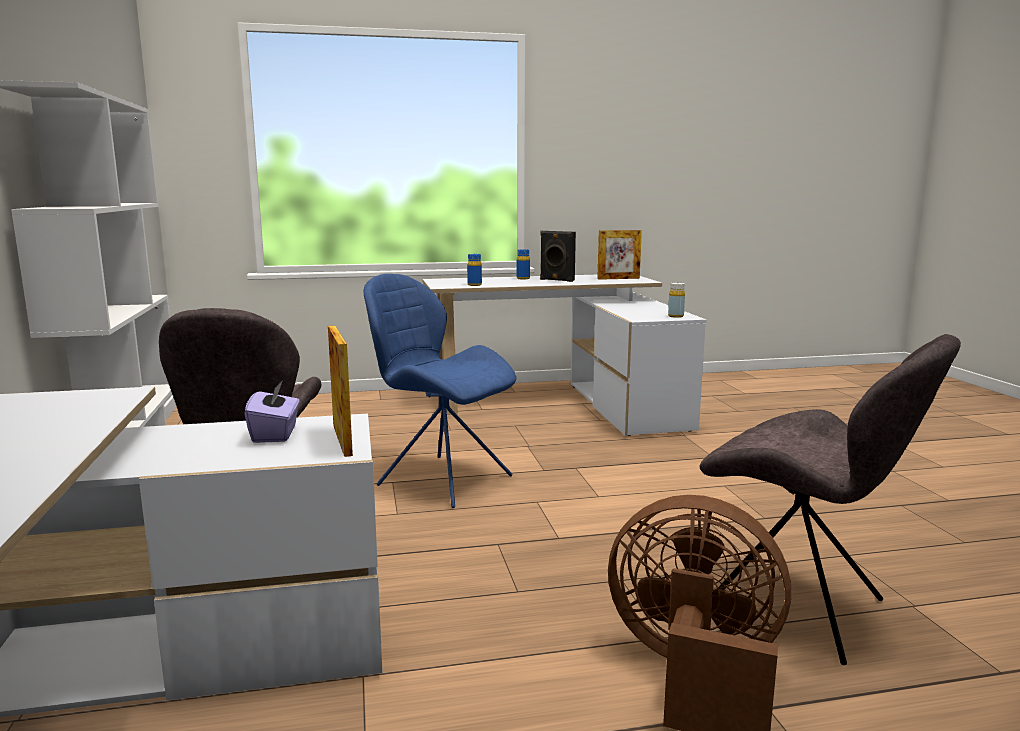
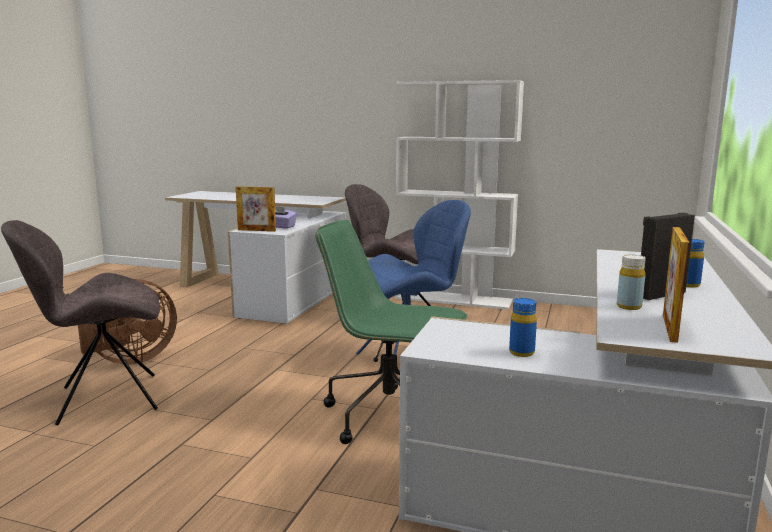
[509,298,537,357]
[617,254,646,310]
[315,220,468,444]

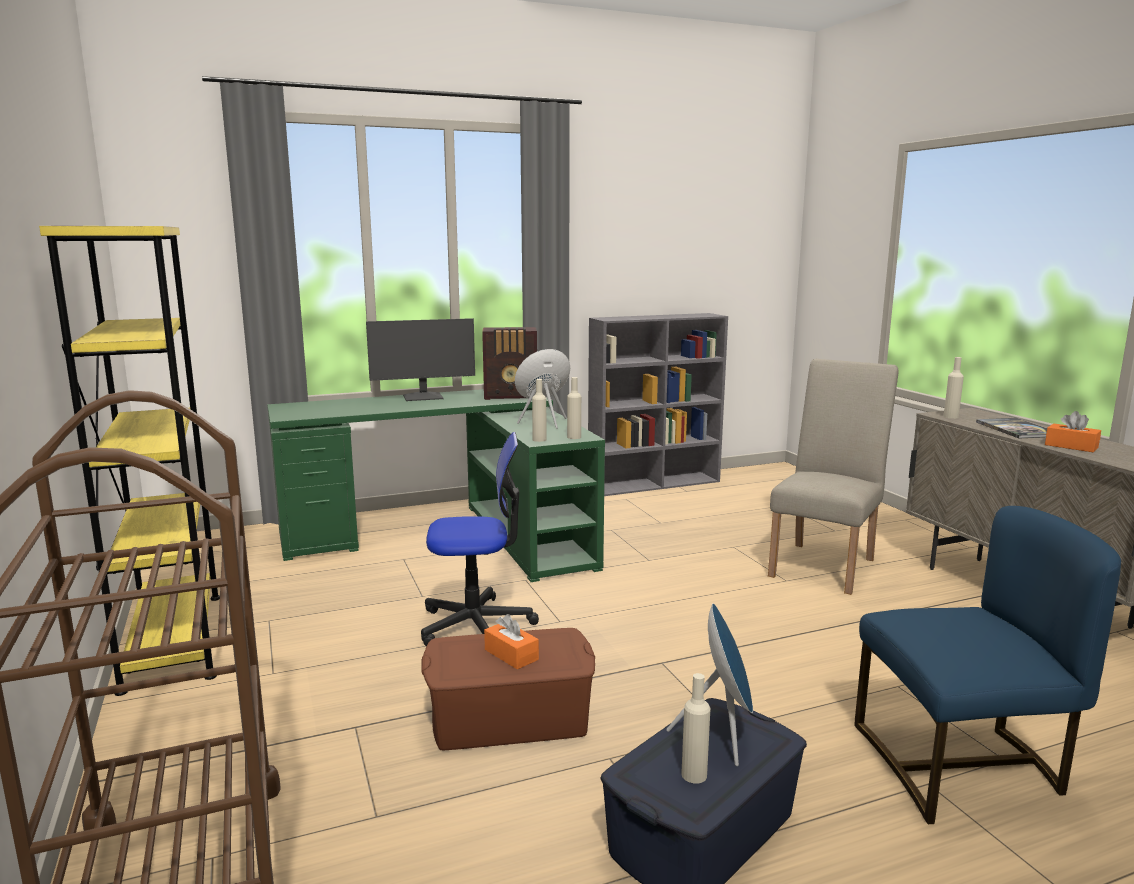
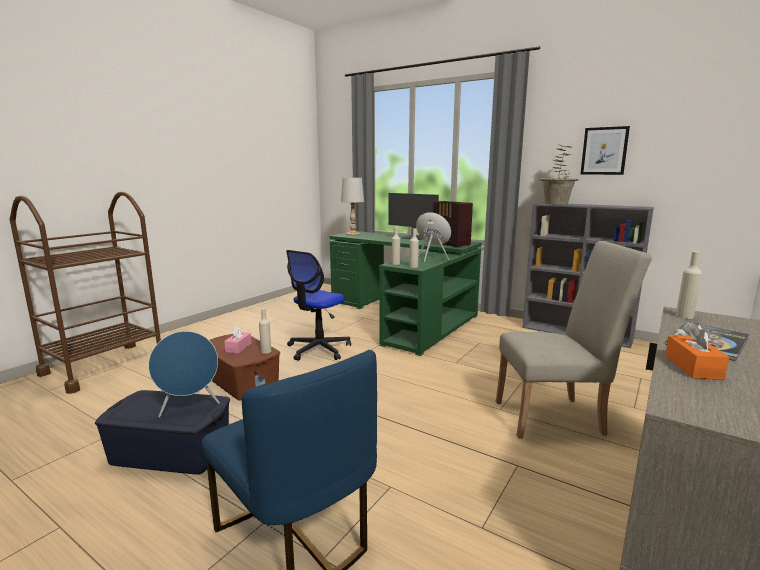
[39,226,220,696] (first image)
[286,250,351,361]
[224,326,252,353]
[259,308,271,354]
[341,177,364,235]
[539,144,579,205]
[581,126,630,175]

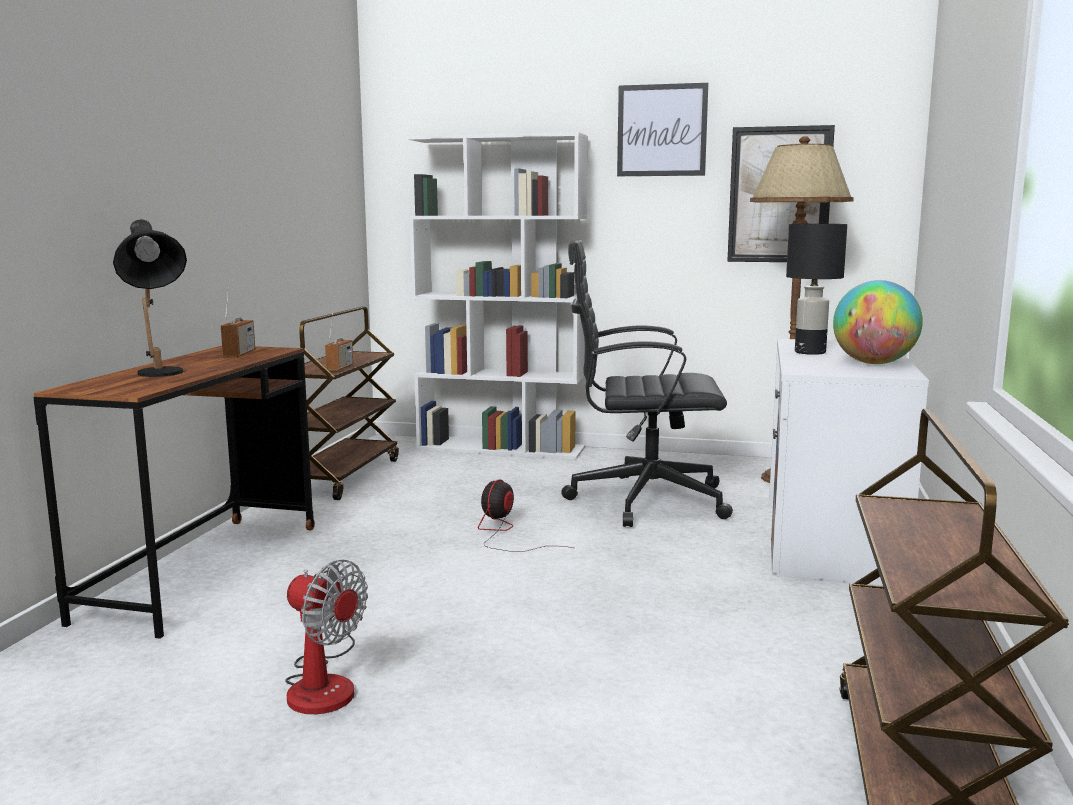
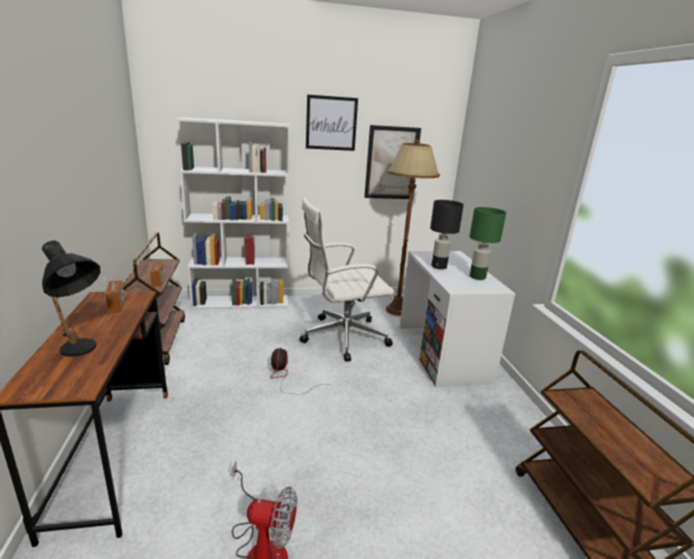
[300,198,394,362]
[469,207,506,280]

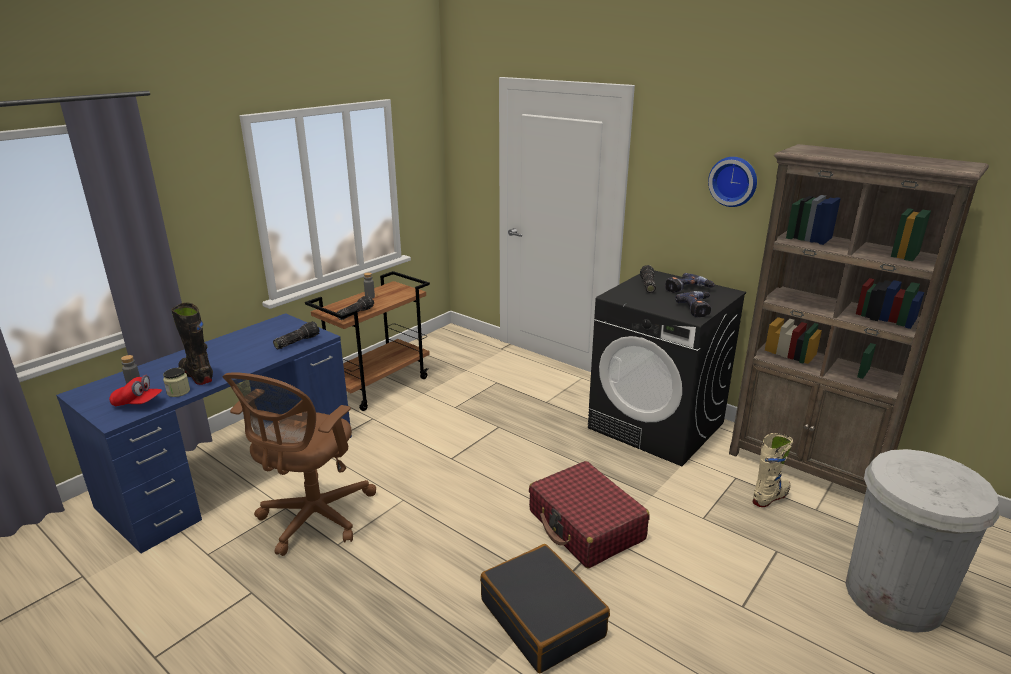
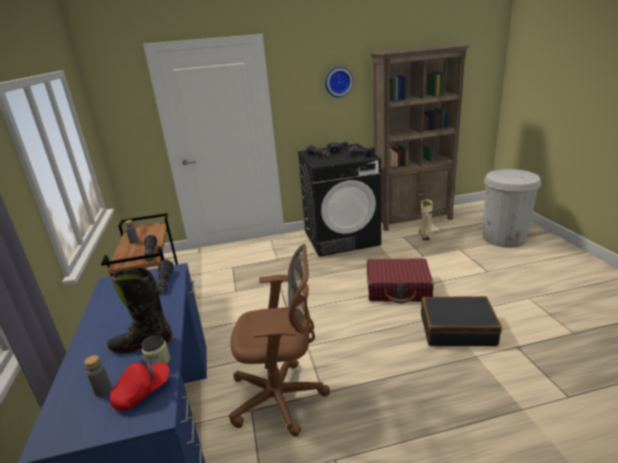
[229,244,330,437]

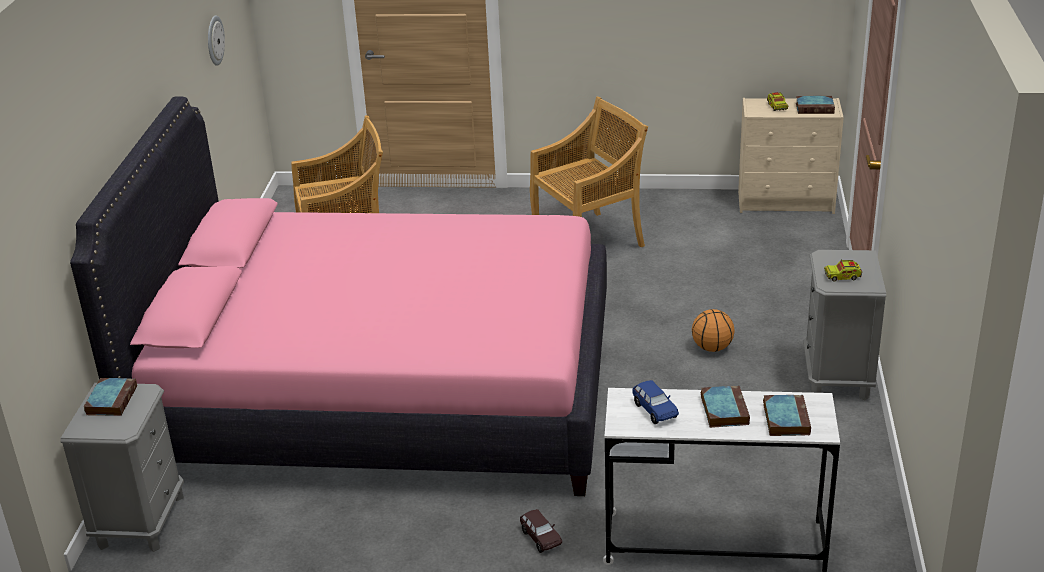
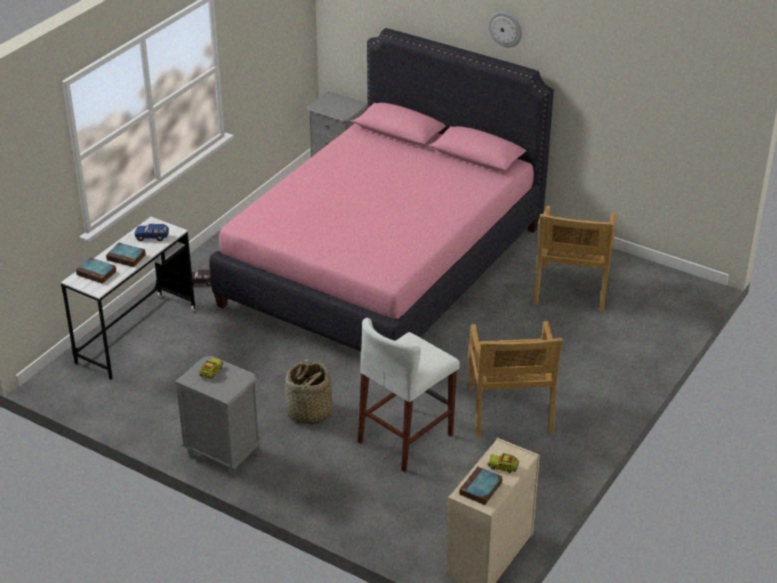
[84,378,137,416] (first image)
[488,12,522,47]
[285,359,333,425]
[358,318,460,472]

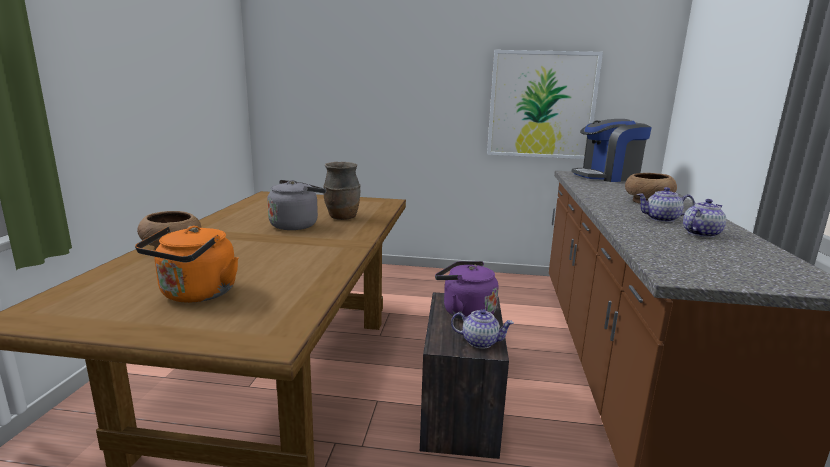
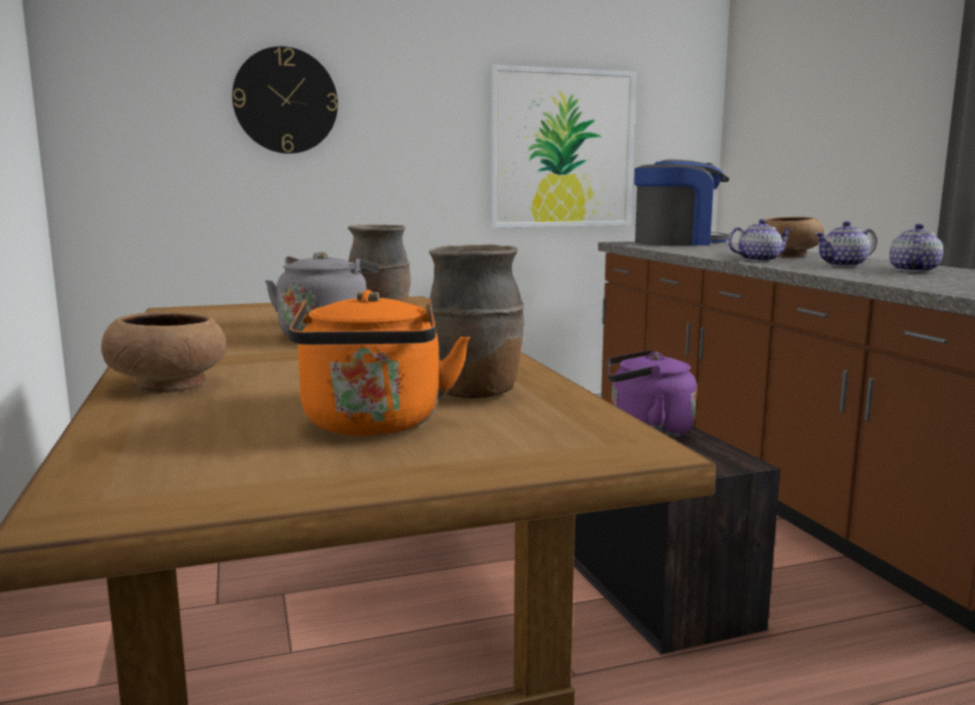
[728,219,793,262]
[634,159,730,246]
[232,46,338,154]
[425,244,524,398]

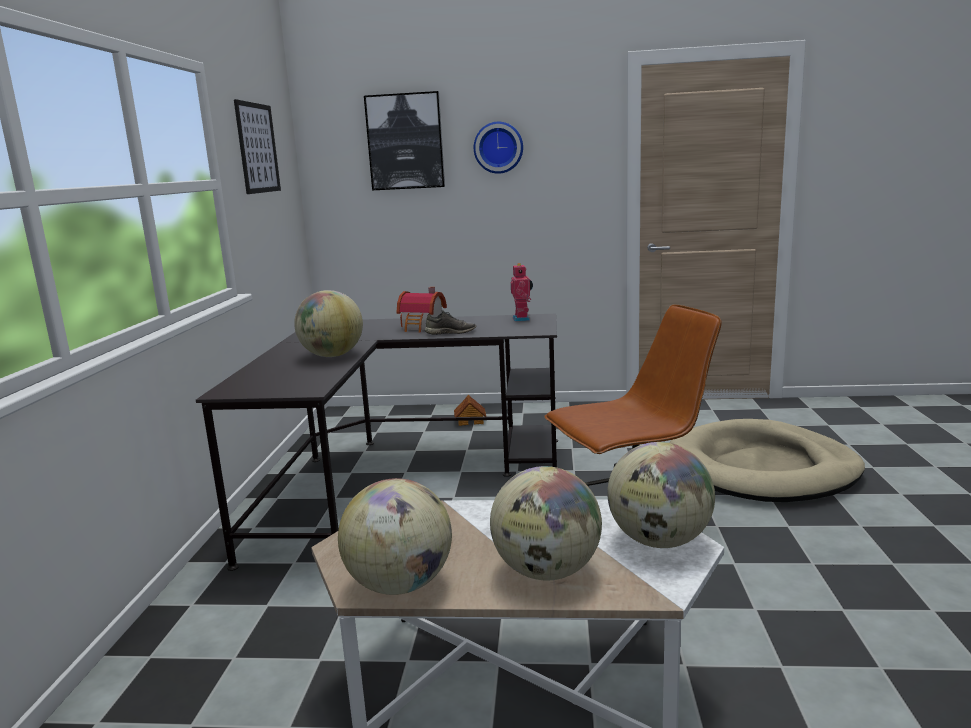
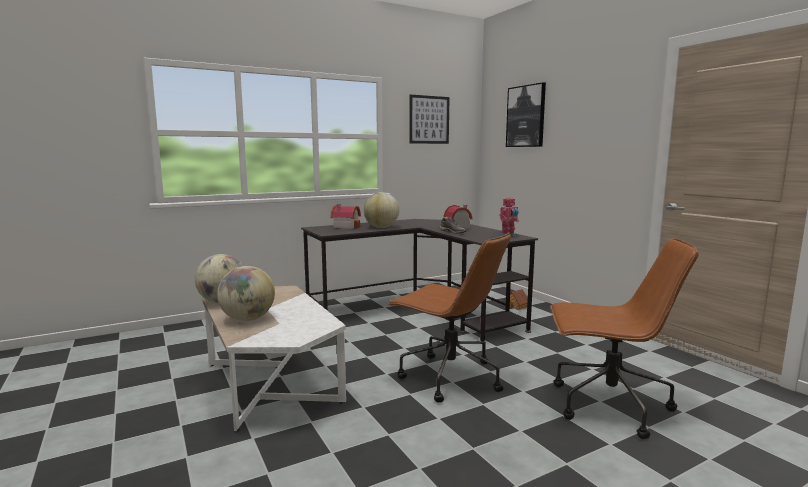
[474,122,523,174] (first image)
[607,442,715,548] (first image)
[550,238,699,439]
[330,204,361,229]

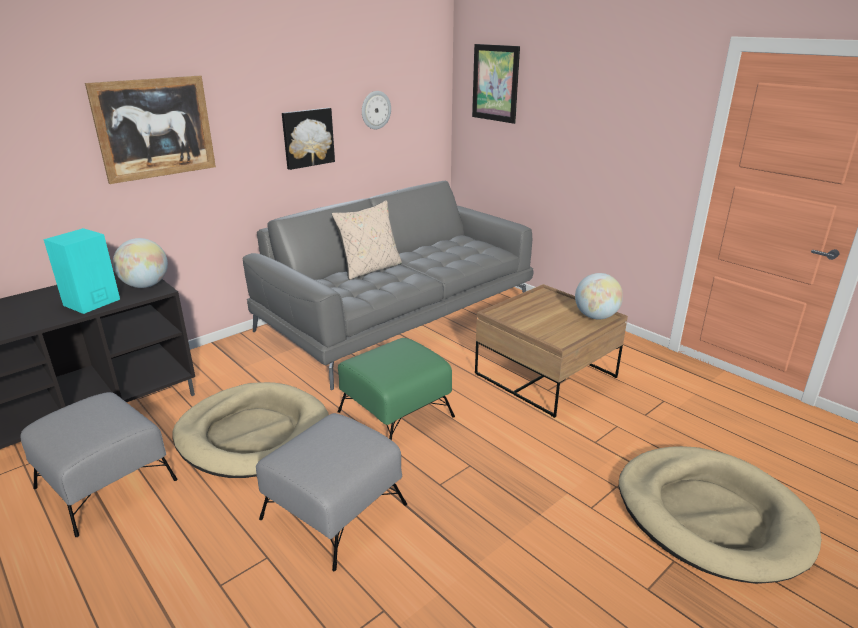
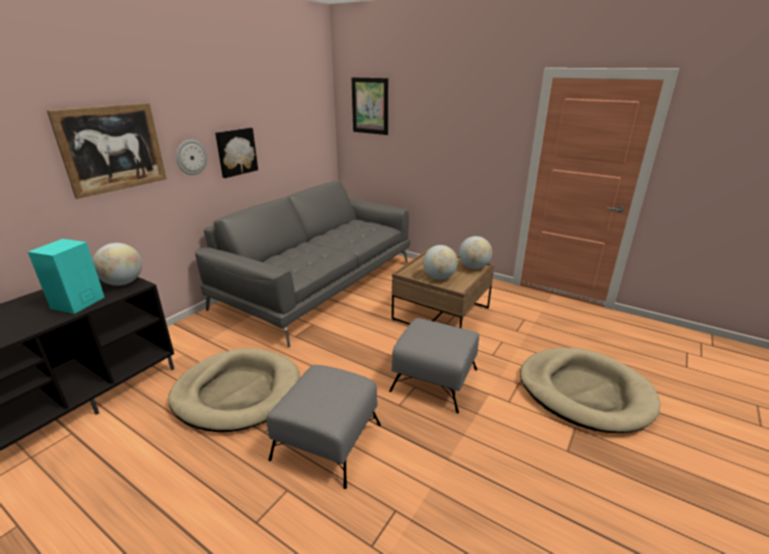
[389,318,479,414]
[332,200,402,280] (first image)
[338,338,455,440] (first image)
[176,140,207,175]
[423,245,458,280]

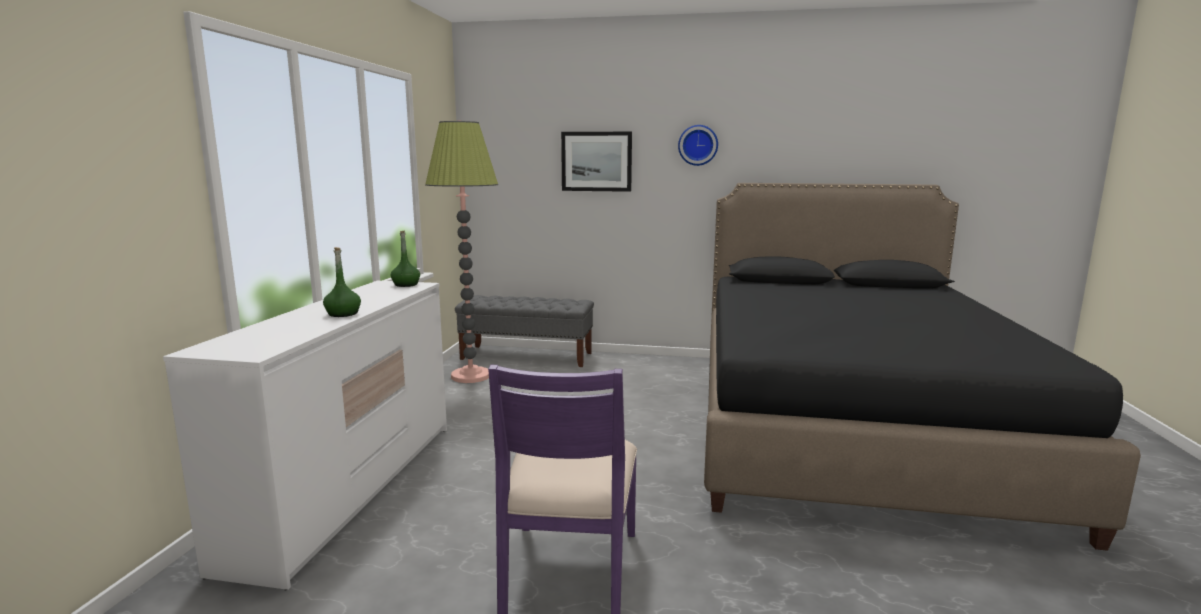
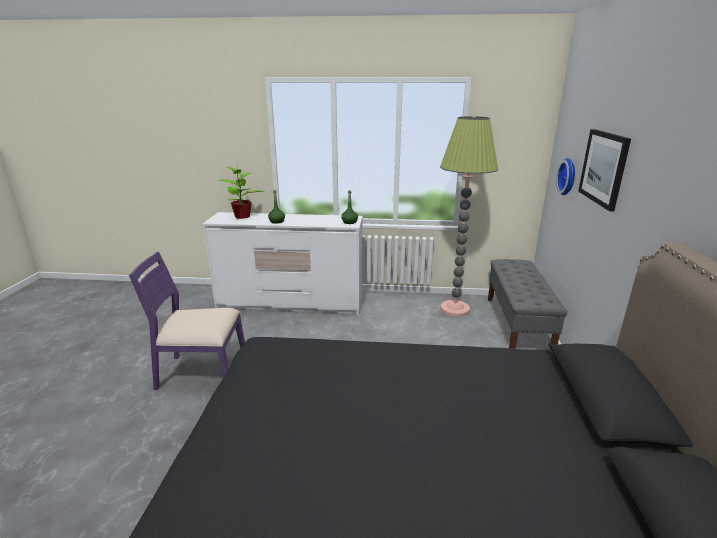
[556,158,575,195]
[219,167,265,219]

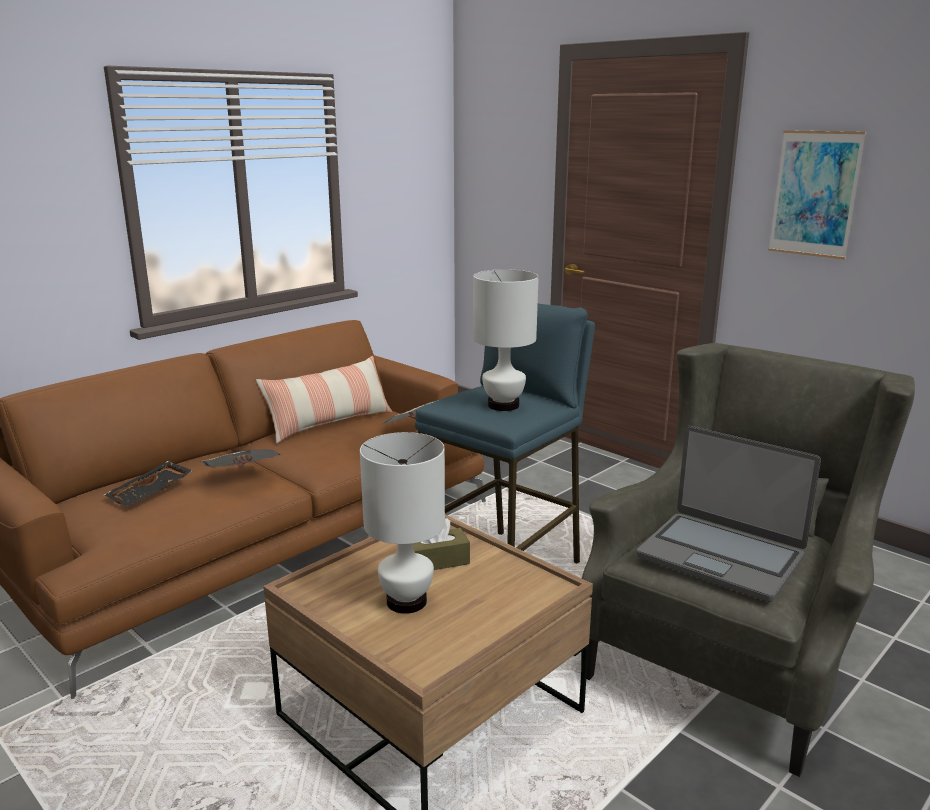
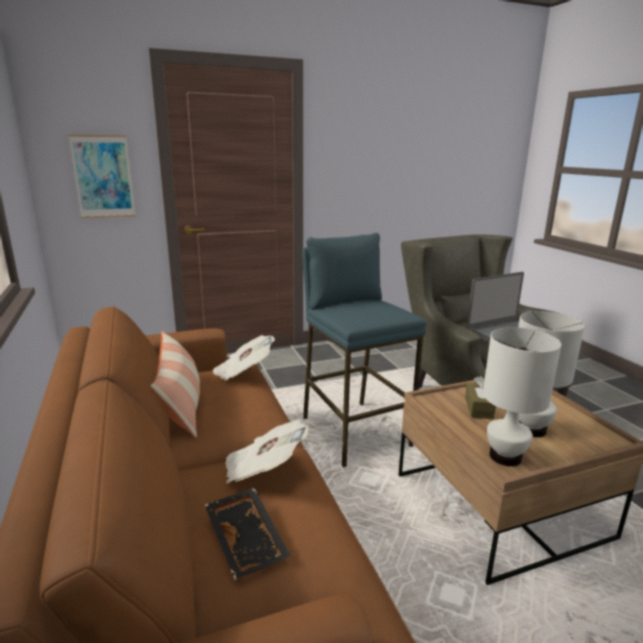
[483,327,562,466]
[68,135,135,218]

